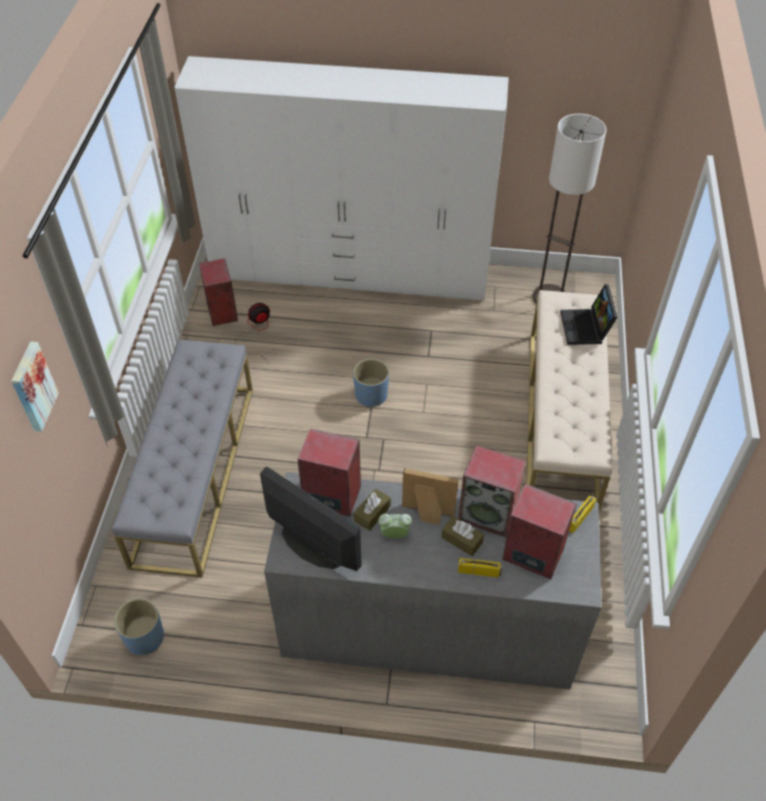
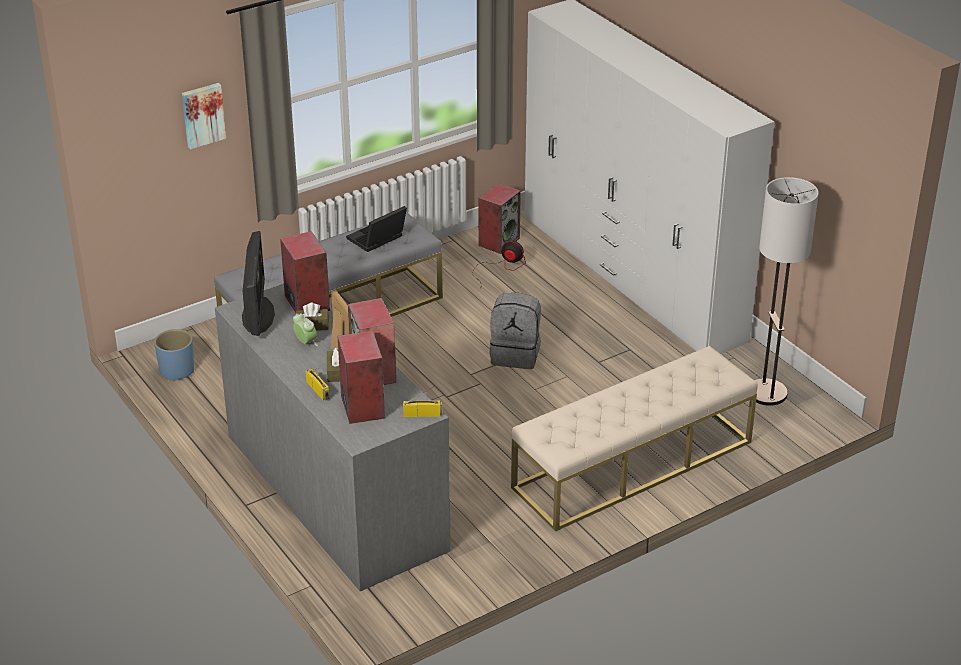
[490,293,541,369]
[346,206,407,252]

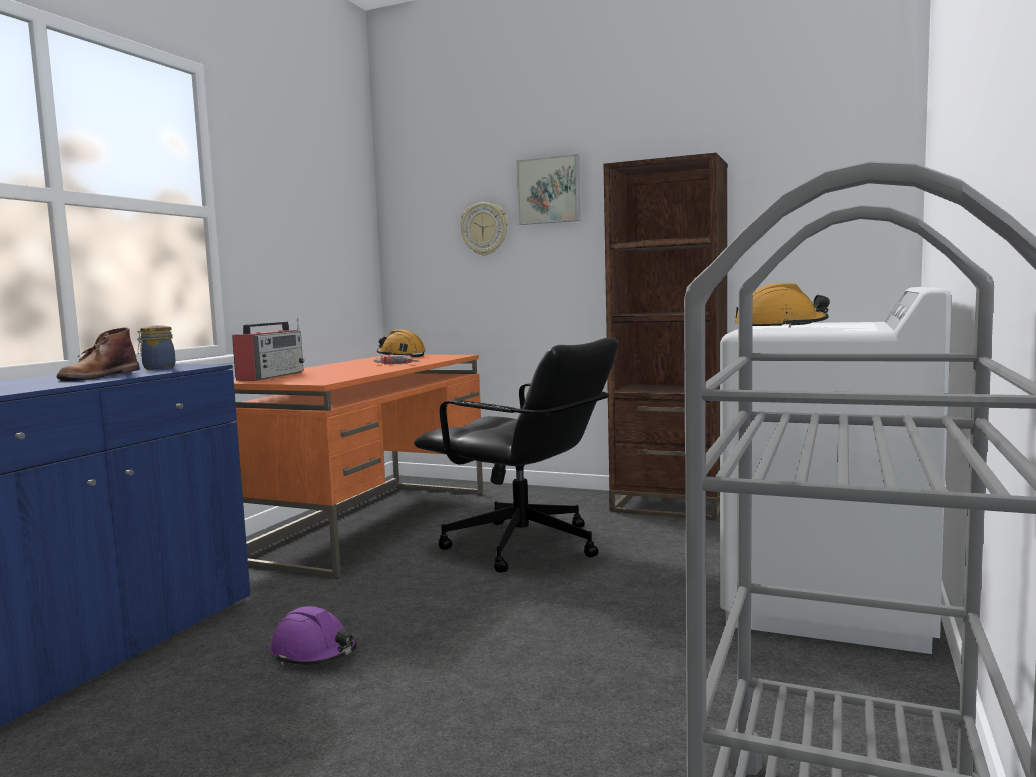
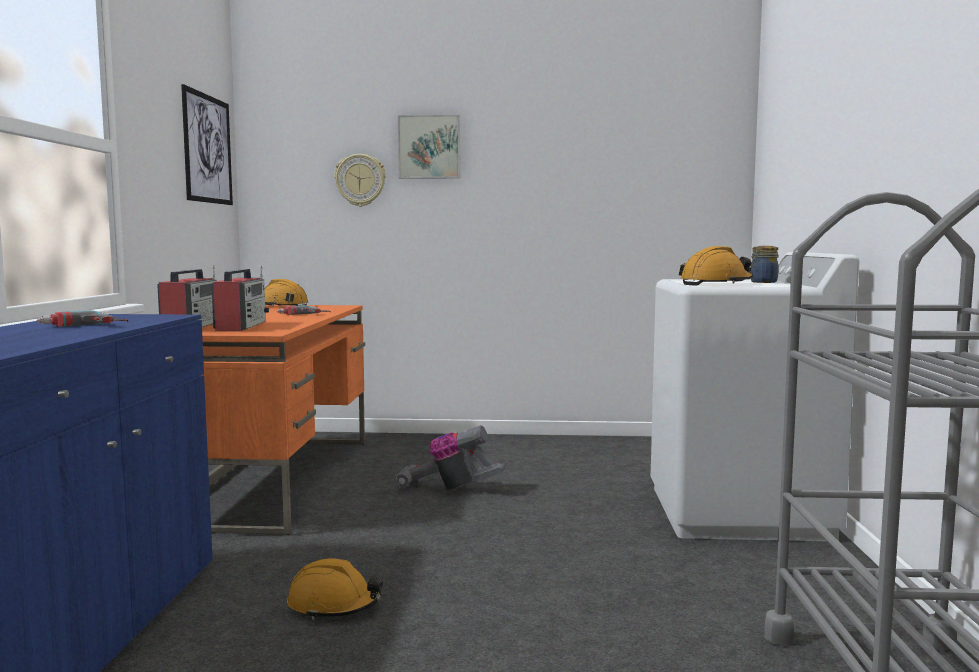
[37,310,128,327]
[751,246,778,283]
[287,558,383,620]
[395,425,507,490]
[603,153,728,521] (first image)
[181,84,233,205]
[211,265,269,332]

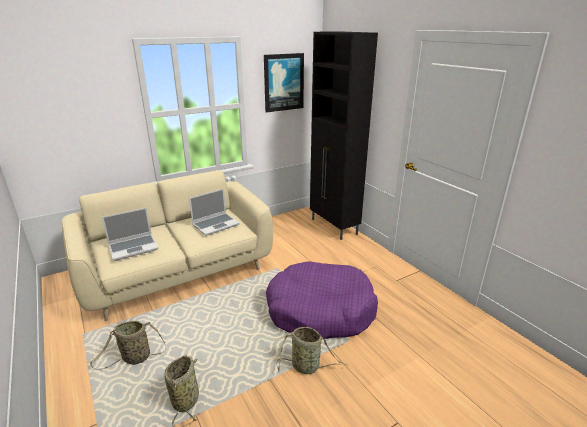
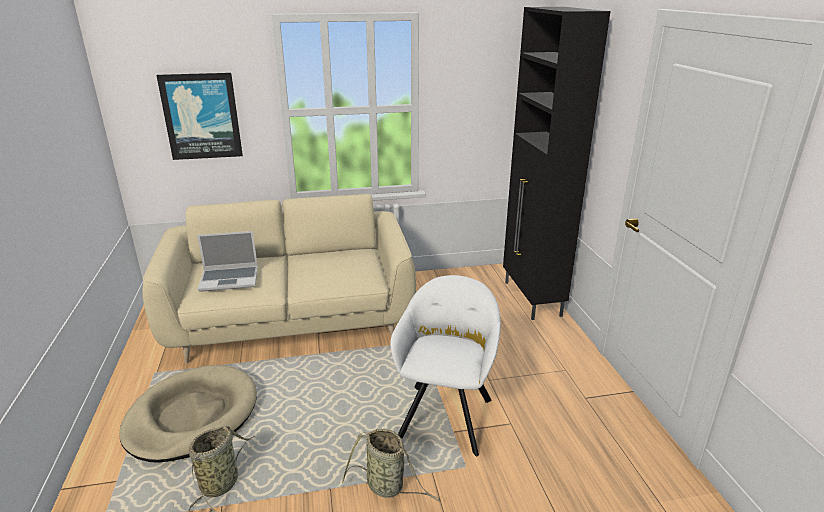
[119,365,257,463]
[189,188,240,236] (first image)
[156,73,243,160]
[391,275,501,456]

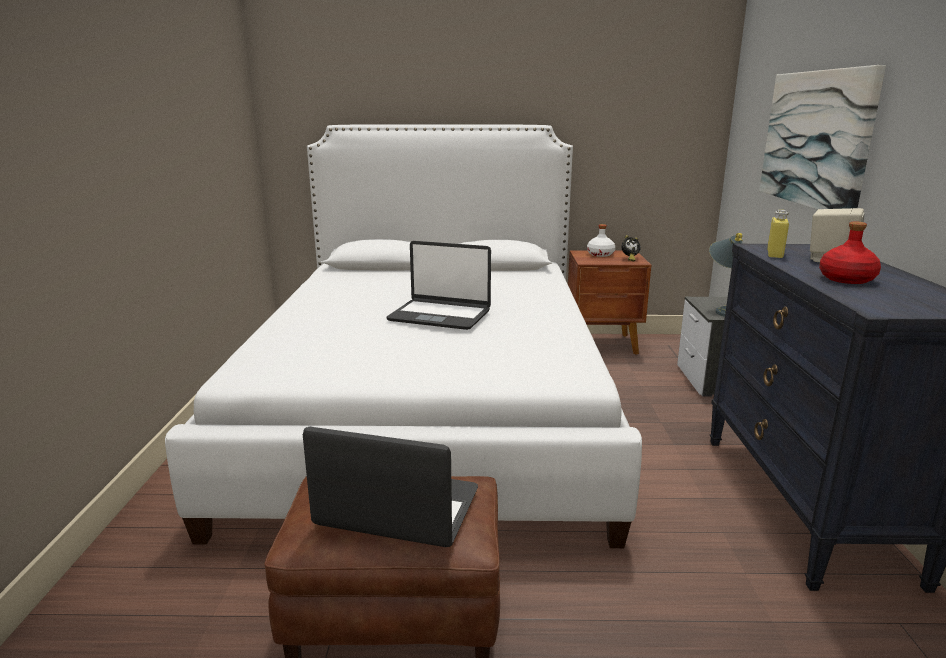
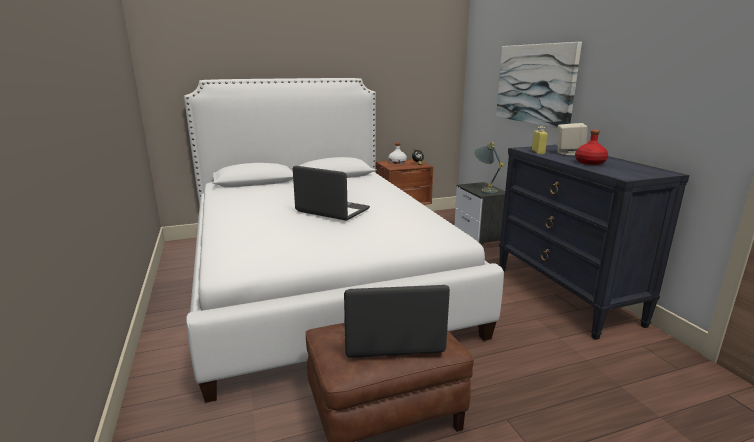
[293,166,370,221]

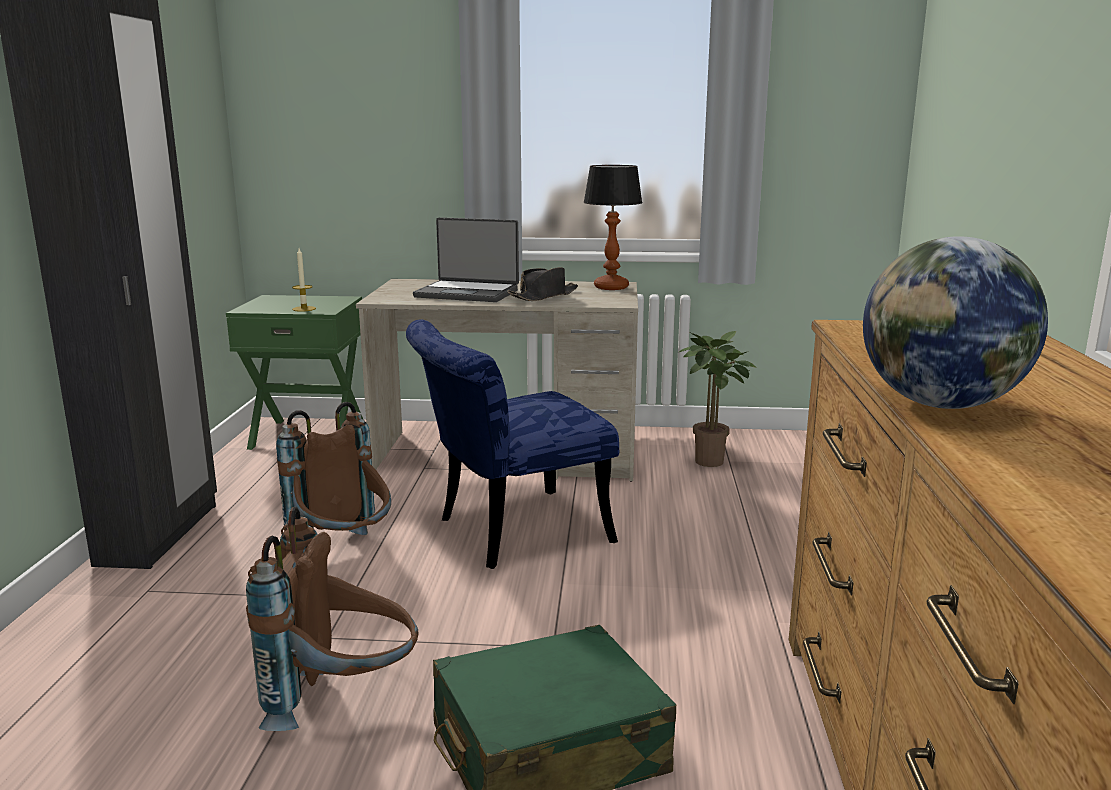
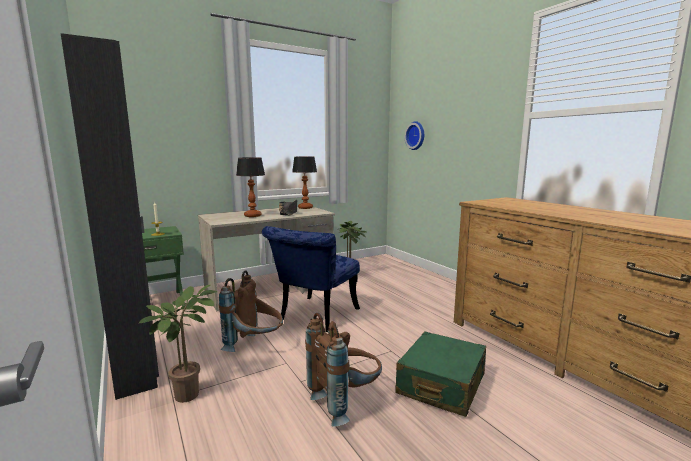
[236,158,265,217]
[863,236,1048,409] (first image)
[139,285,217,403]
[404,121,424,150]

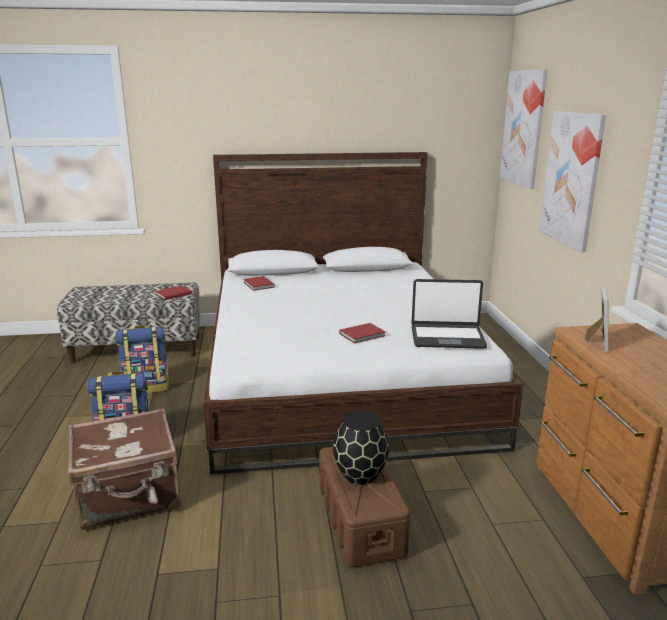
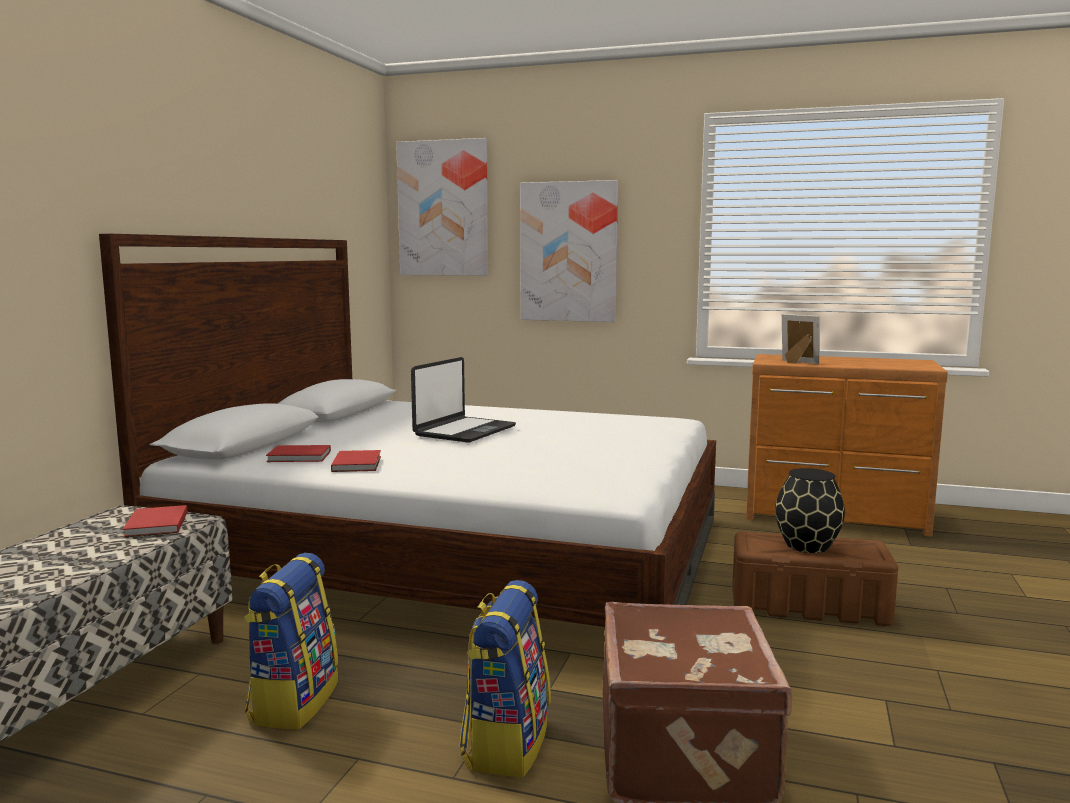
[331,450,381,472]
[411,357,516,443]

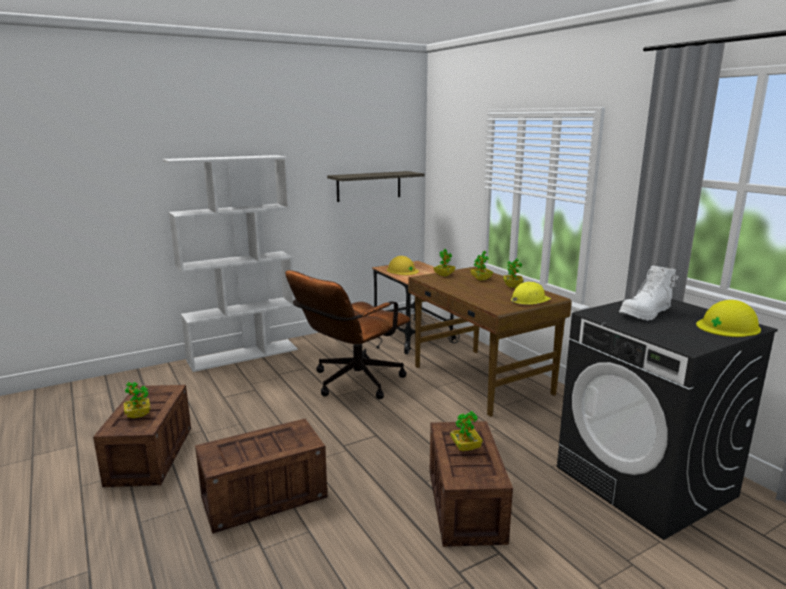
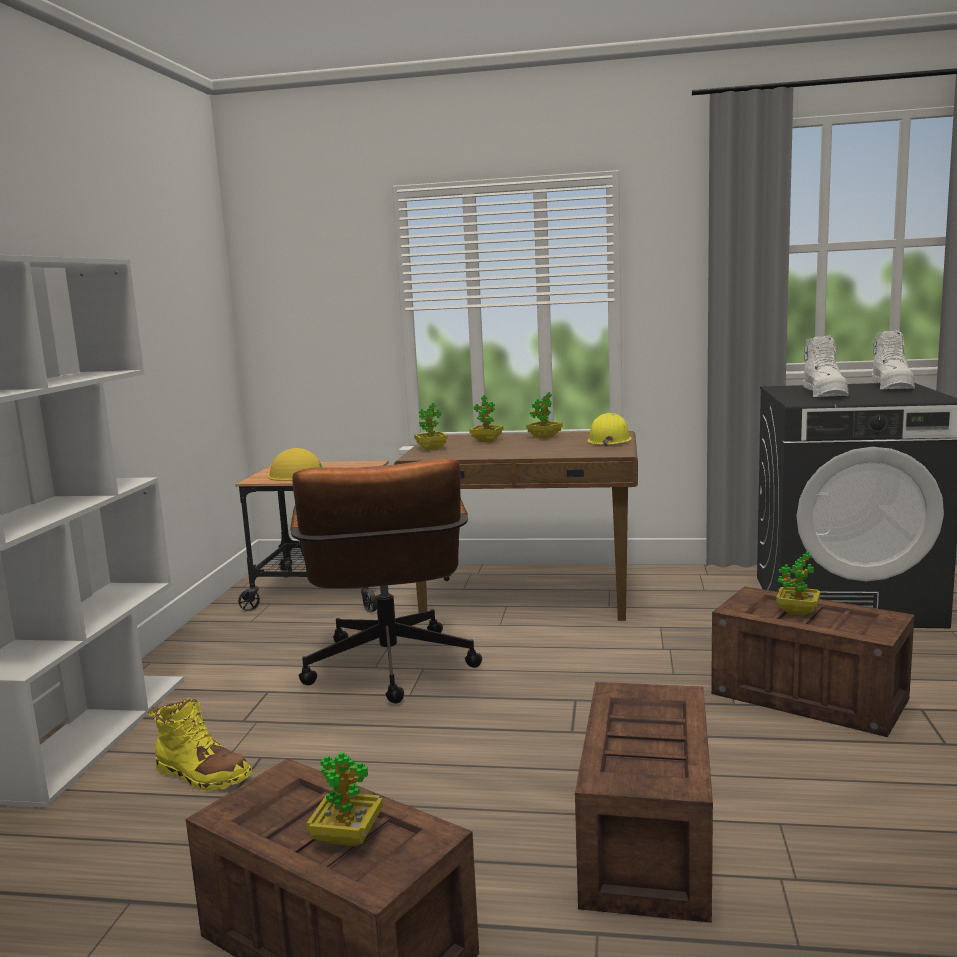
[327,171,424,202] (first image)
[872,330,915,389]
[148,697,253,791]

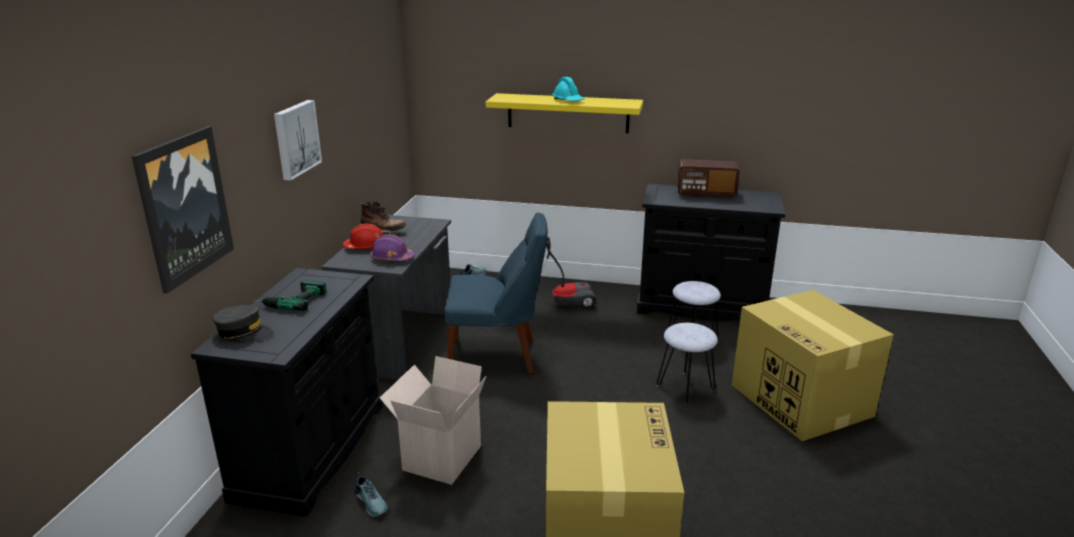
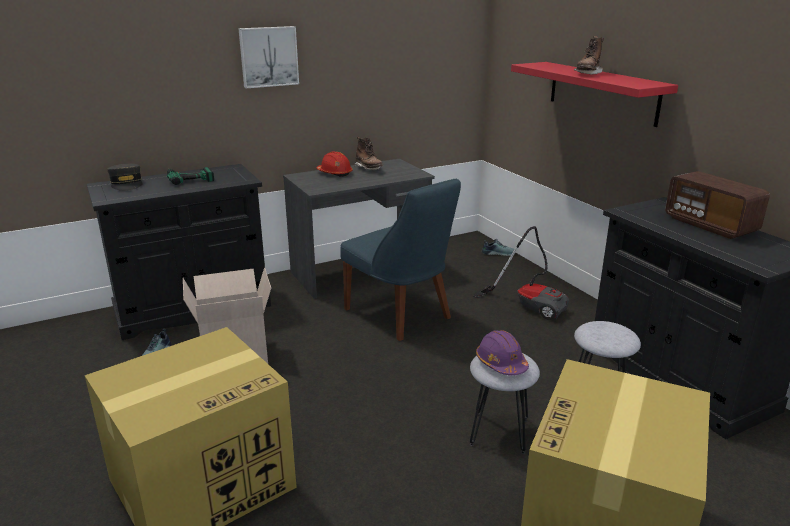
[132,126,234,294] (first image)
[476,330,529,375]
[511,62,678,127]
[574,36,604,75]

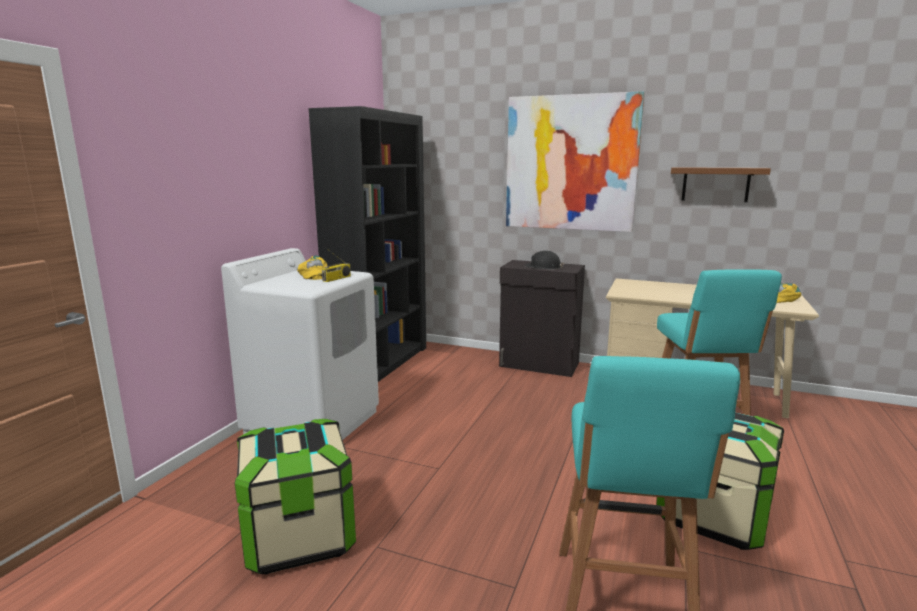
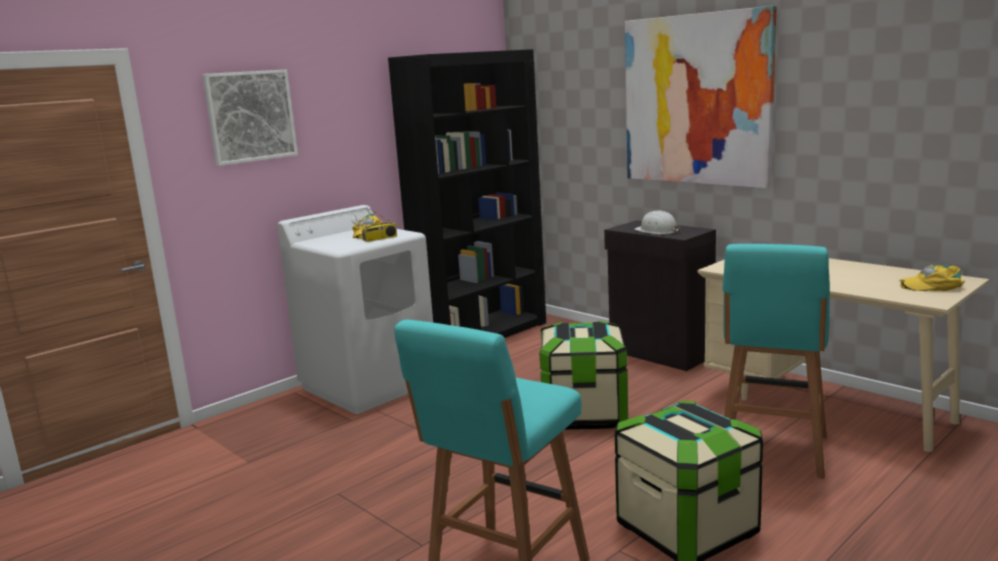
[539,321,628,430]
[634,210,679,234]
[671,167,771,202] (first image)
[202,69,298,166]

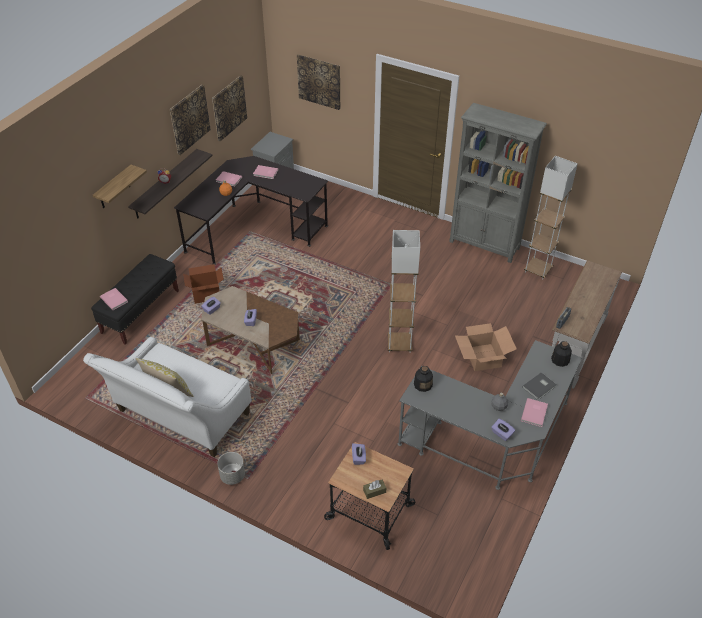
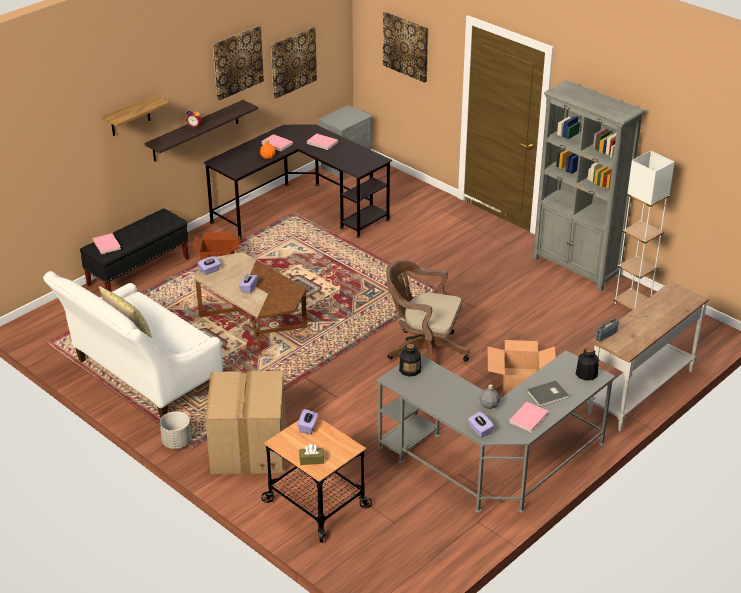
[386,259,470,362]
[205,371,286,474]

